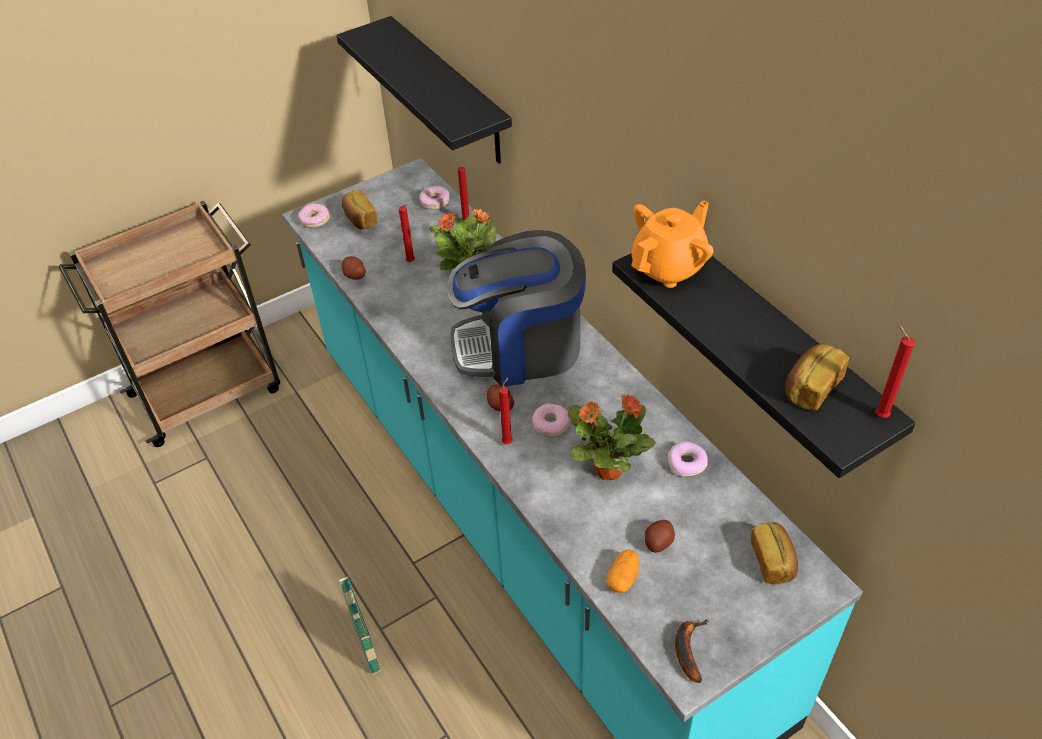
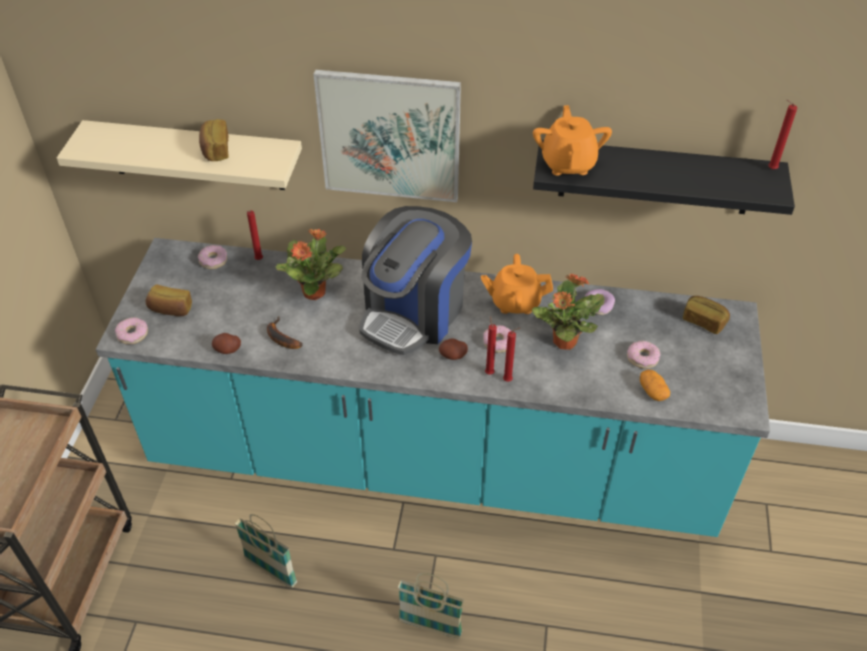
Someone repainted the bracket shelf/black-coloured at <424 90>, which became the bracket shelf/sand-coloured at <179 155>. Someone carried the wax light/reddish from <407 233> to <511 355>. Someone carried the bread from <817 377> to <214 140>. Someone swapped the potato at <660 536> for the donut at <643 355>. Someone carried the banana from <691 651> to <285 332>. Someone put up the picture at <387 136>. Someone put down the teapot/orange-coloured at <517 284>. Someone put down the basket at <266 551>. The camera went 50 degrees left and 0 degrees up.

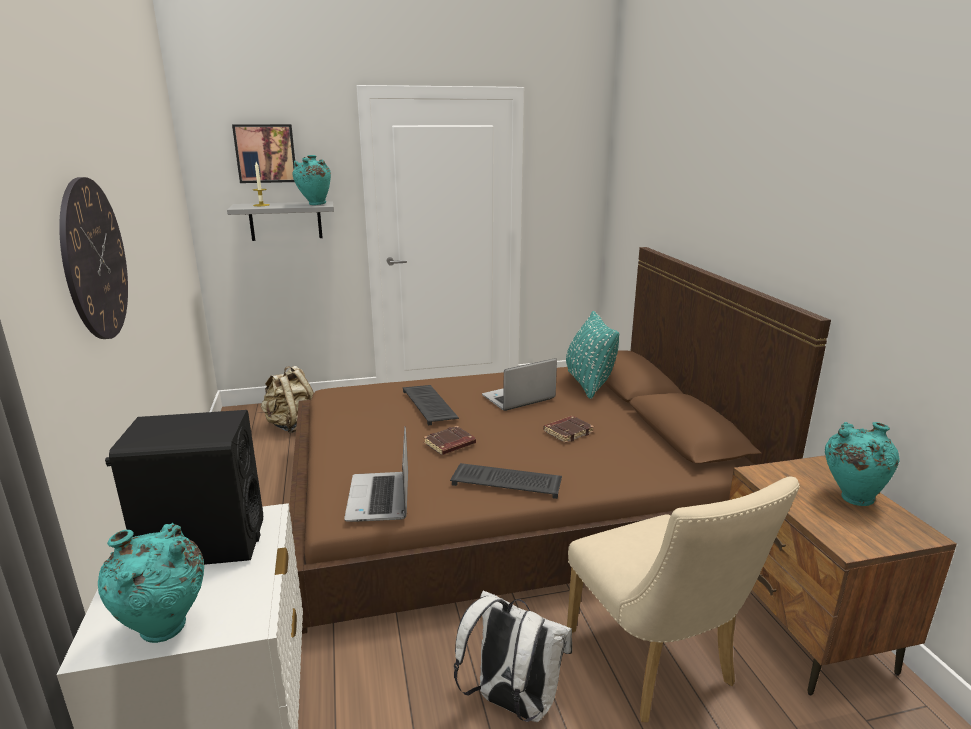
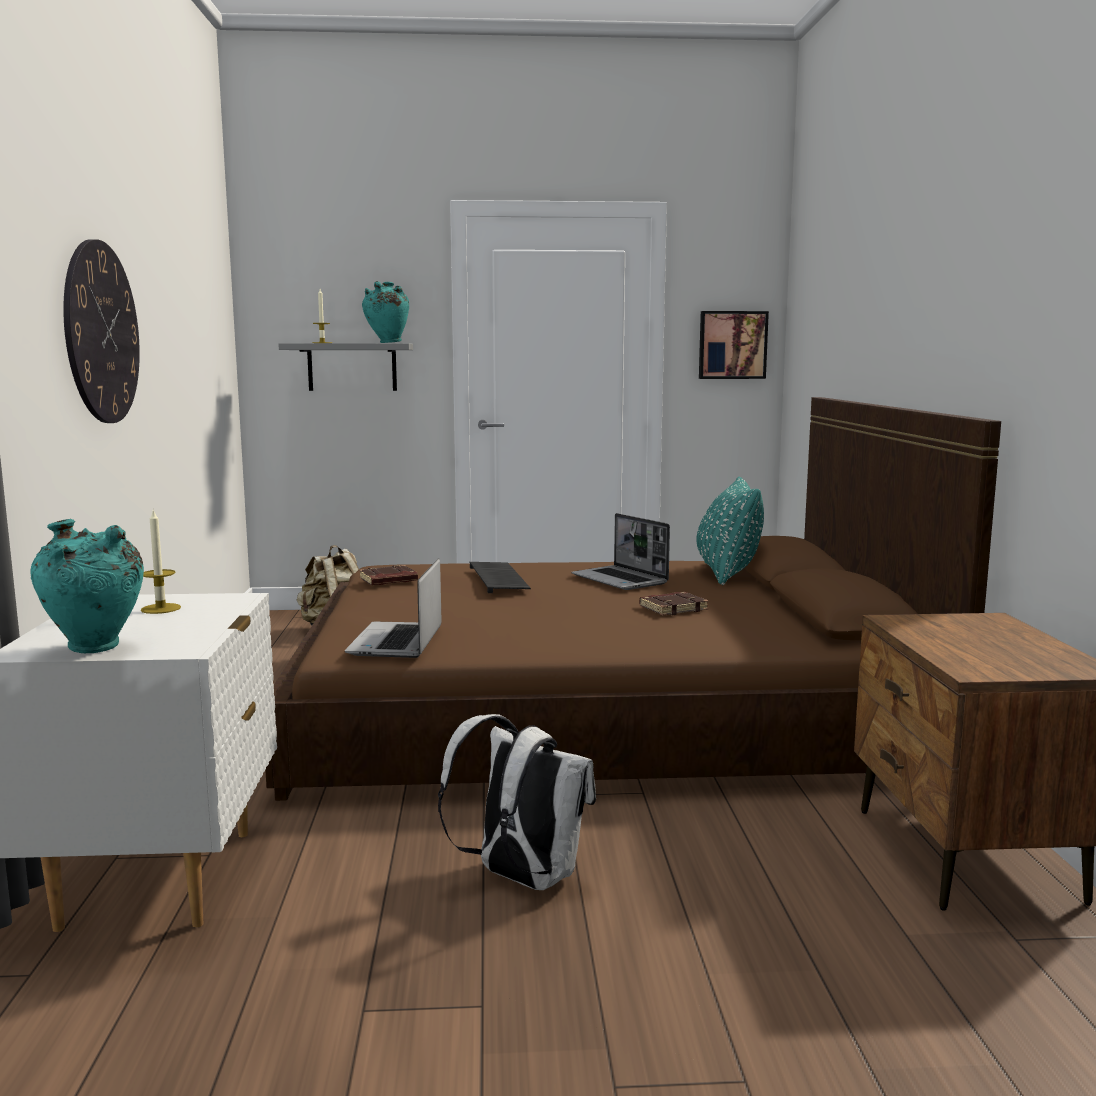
Someone carried the picture from <263 153> to <734 345>. Someone rotated the laptop at <519 384> by 105 degrees counterclockwise. Someone swapped the speaker/black-coloured at <184 487> for the wax light at <161 561>. Someone took away the flower vase/turquoise at <862 464>. Someone carried the bound book/brown from <450 440> to <388 575>. Someone took away the computer keyboard at <506 481>. Someone took away the chair/sand-coloured at <683 599>. The camera went 10 degrees right and 10 degrees down.

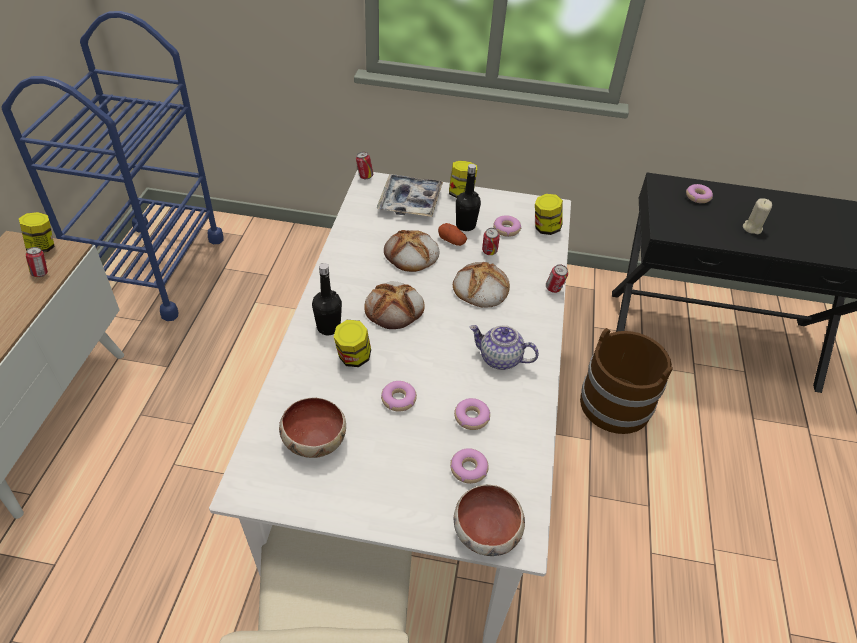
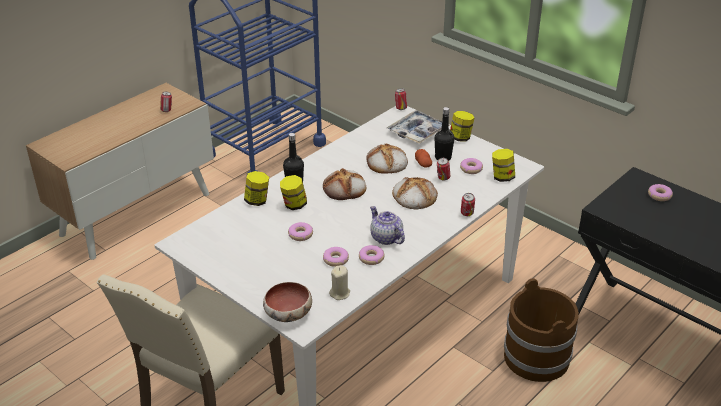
Someone carried the wax light/sand-coloured from <757 216> to <339 282>. Someone carried the storage jar from <37 232> to <256 188>. Someone took away the deep dish at <312 428>. Someone carried the donut from <469 466> to <372 255>. The camera went 35 degrees right and 10 degrees down.

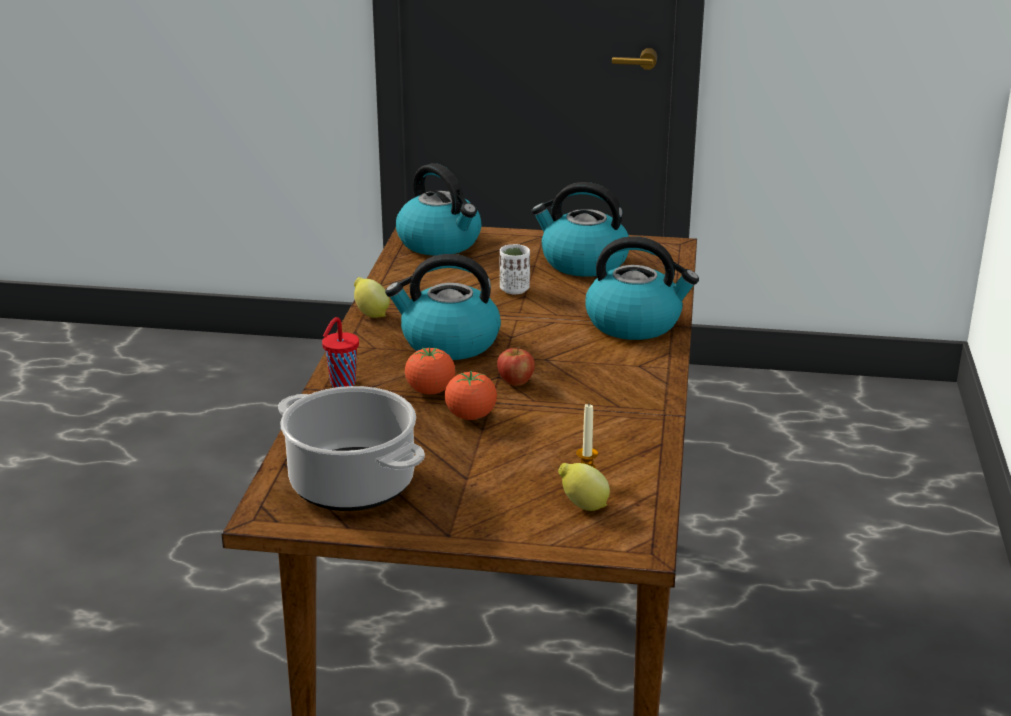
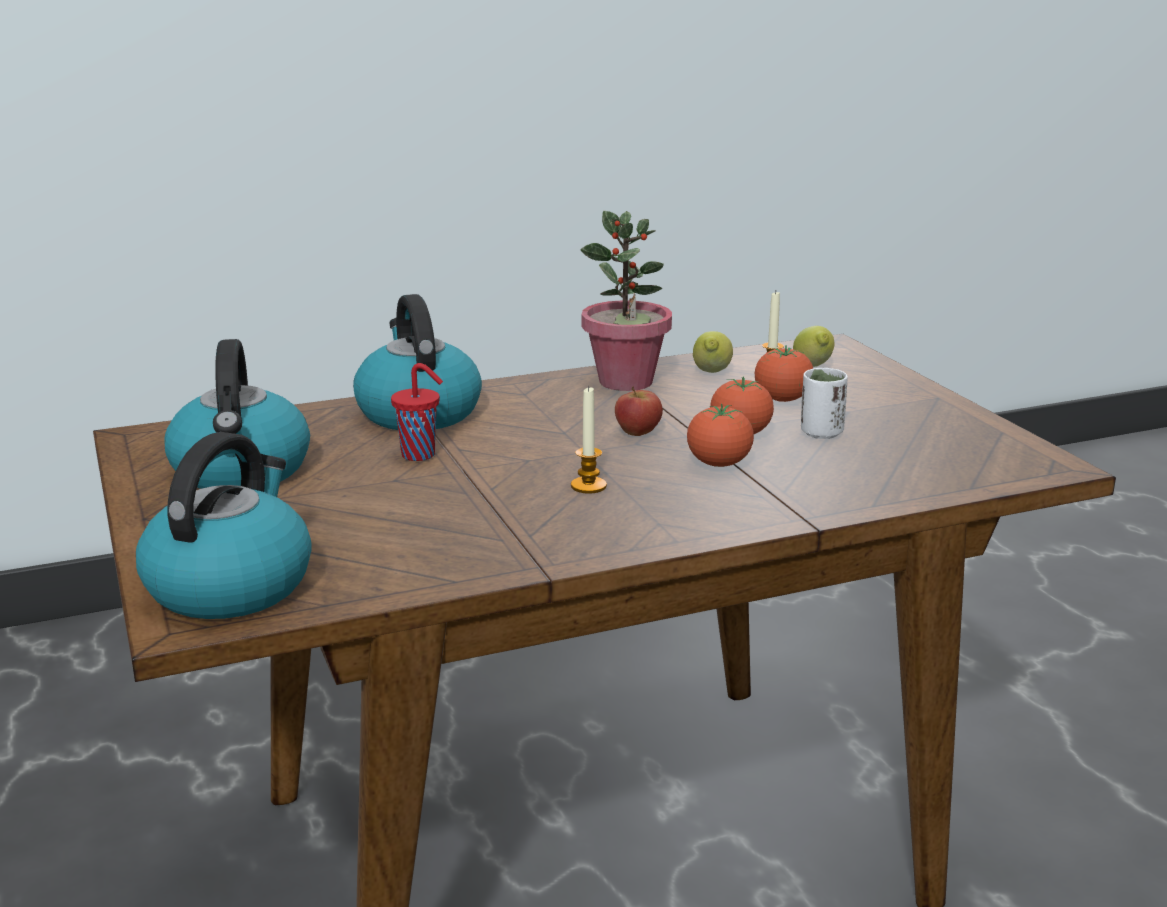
Someone carried the drinking cup/white from <515 269> to <824 403>. Someone swapped the tea kettle at <443 307> for the wax light at <589 440>. Someone carried the citrus fruit from <372 297> to <713 352>. Someone carried the drinking cup/reddish from <340 352> to <417 412>. Someone took away the cooking pot at <351 448>. Someone put down the houseplant at <626 301>. Someone put down the tomato at <784 373>. The camera went 120 degrees left and 5 degrees down.

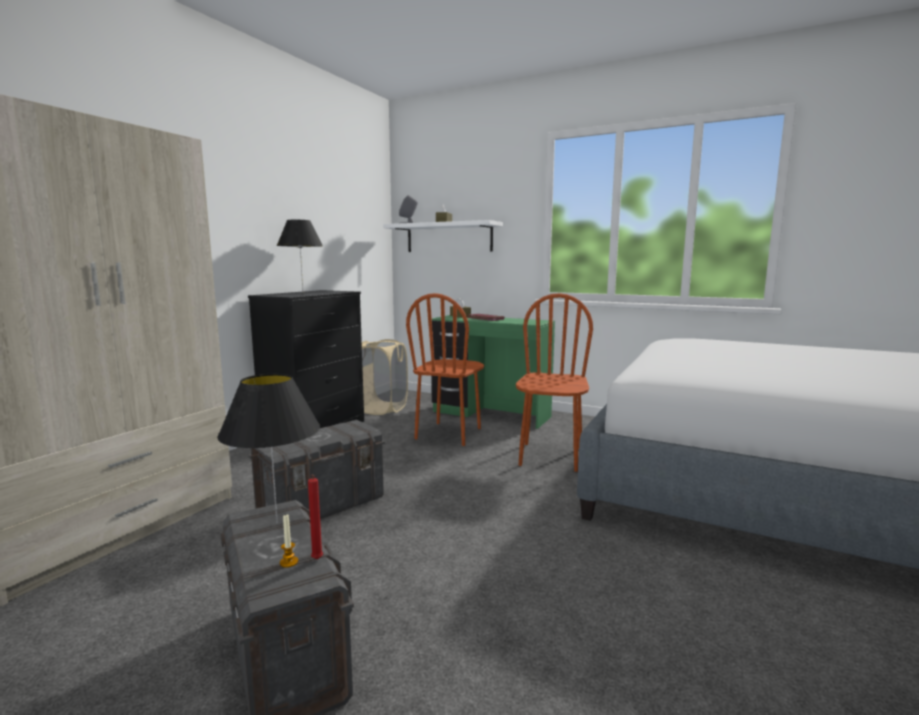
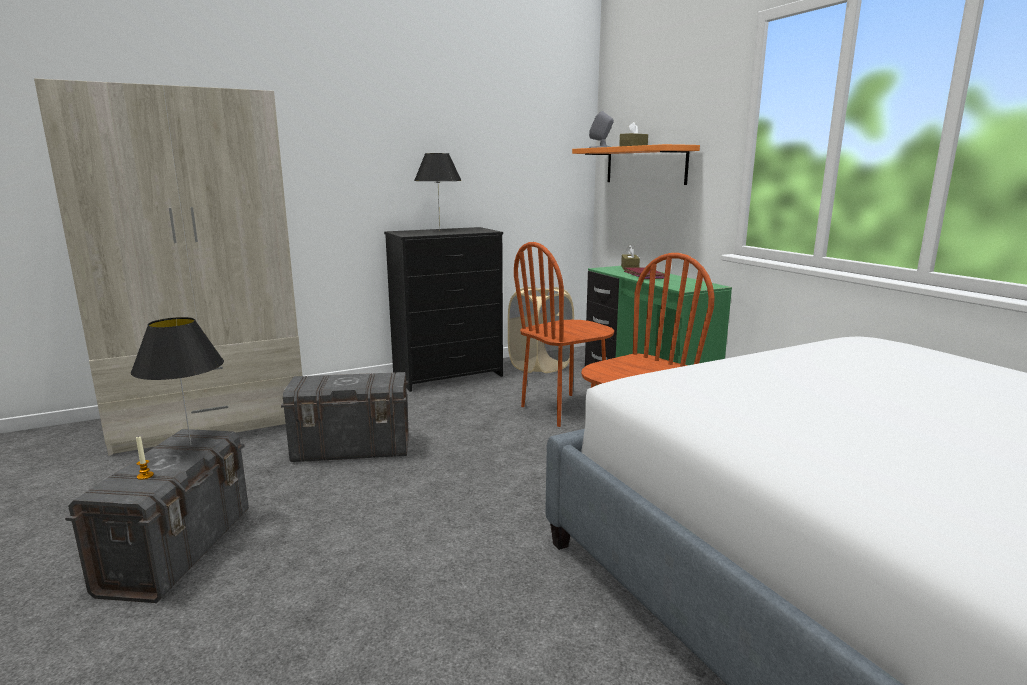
Someone repainted the bracket shelf/white at <443 236>, which became the bracket shelf/orange-coloured at <636 164>. Someone took away the wax light/reddish at <315 517>. The camera went 35 degrees right and 5 degrees up.

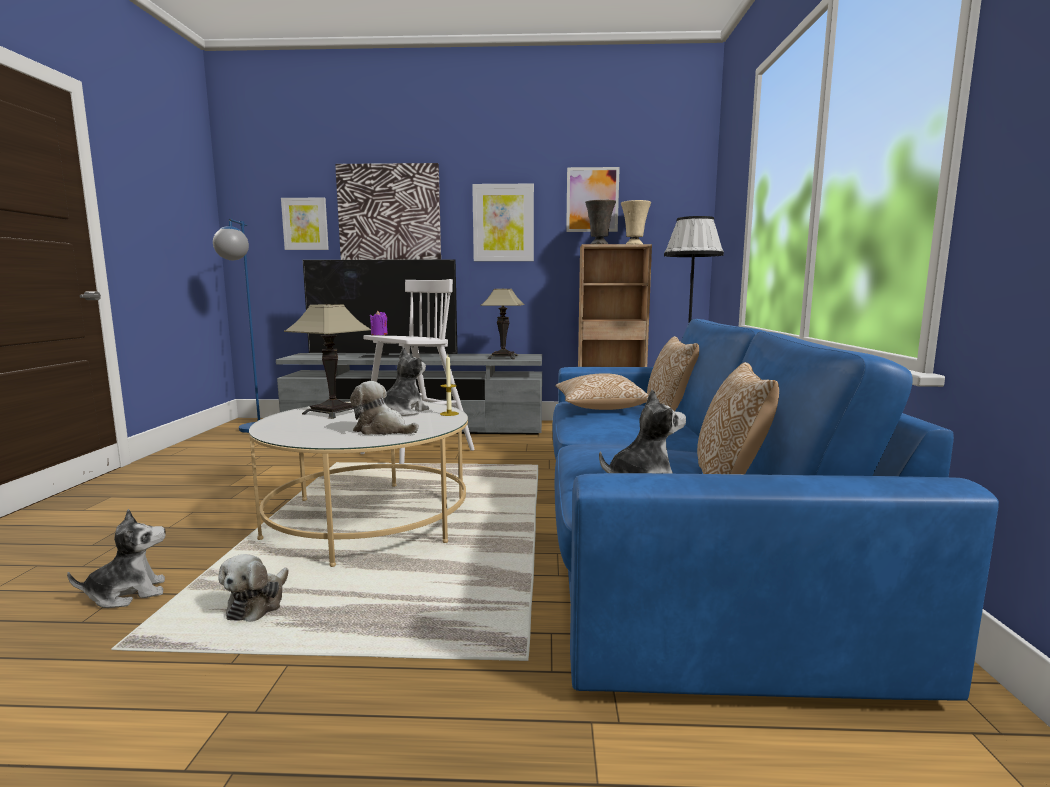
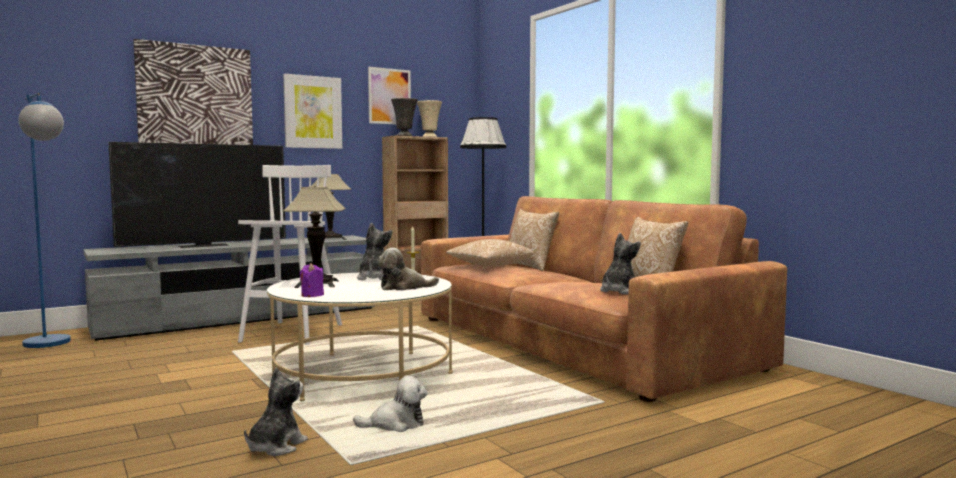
Someone took away the picture at <305 224>. Someone carried the wax light/purple-coloured from <379 323> to <312 280>. Someone repainted the couch/blue at <776 510>, which became the couch/brown at <604 299>. Someone rotated the cuddly toy at <253 588> by 75 degrees counterclockwise. The camera went 35 degrees left and 5 degrees down.

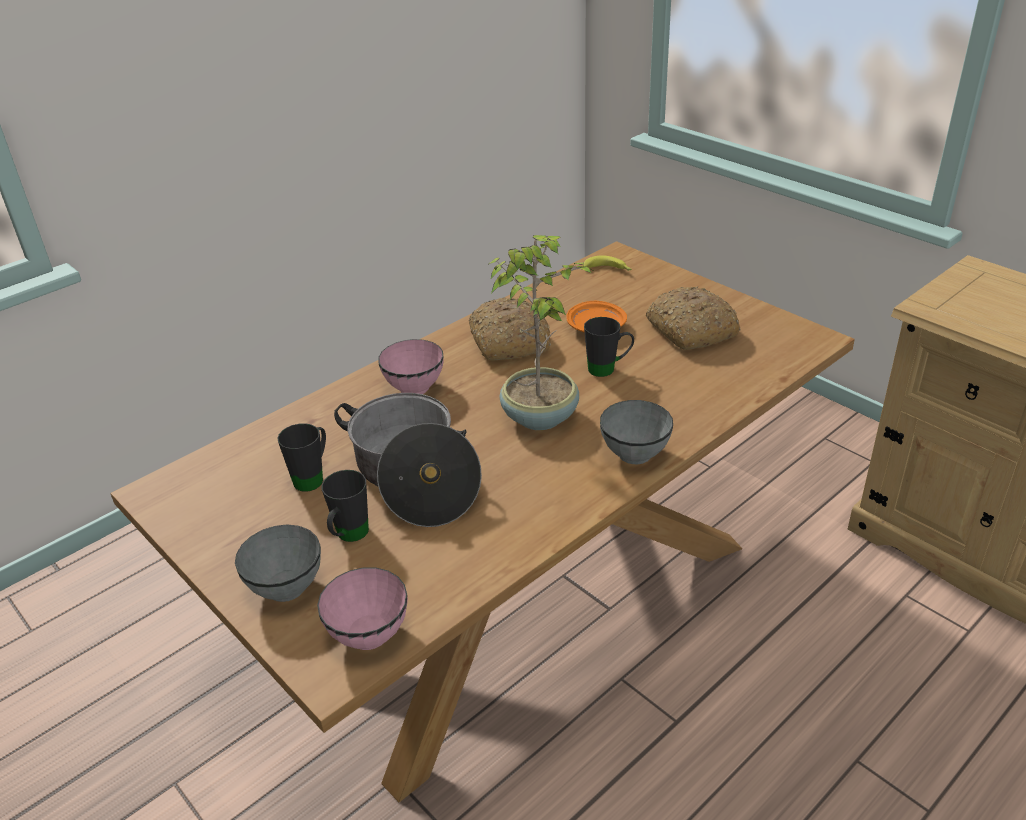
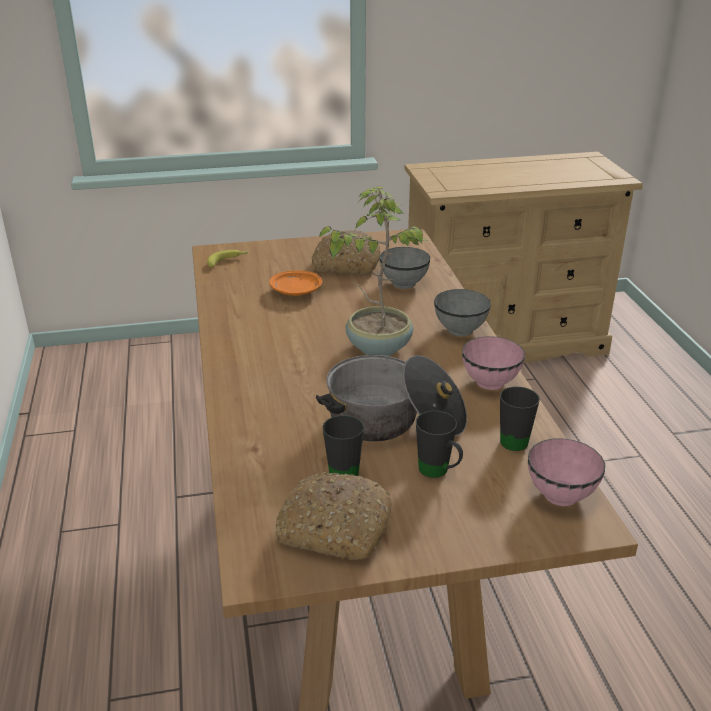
Someone carried the bread from <510 329> to <333 516>. Someone carried the coffee mug/black-coloured from <609 347> to <520 419>. Someone carried the deep dish/pink from <411 366> to <493 363>. Someone carried the deep dish/grey from <278 563> to <404 268>. The camera went 60 degrees left and 5 degrees down.

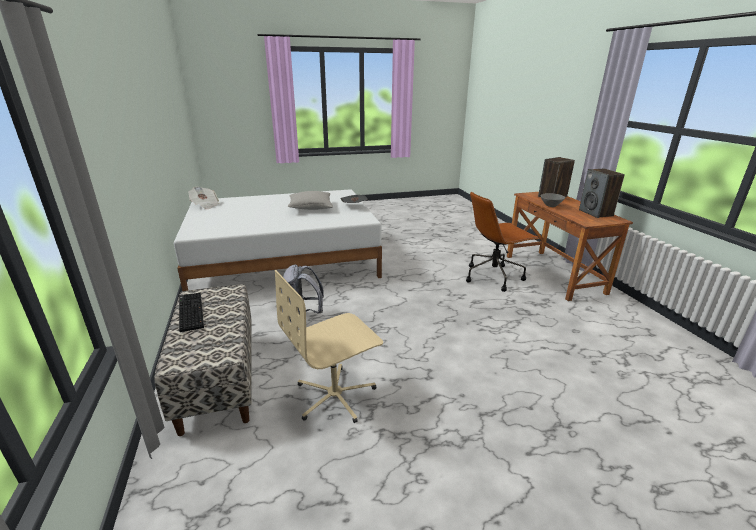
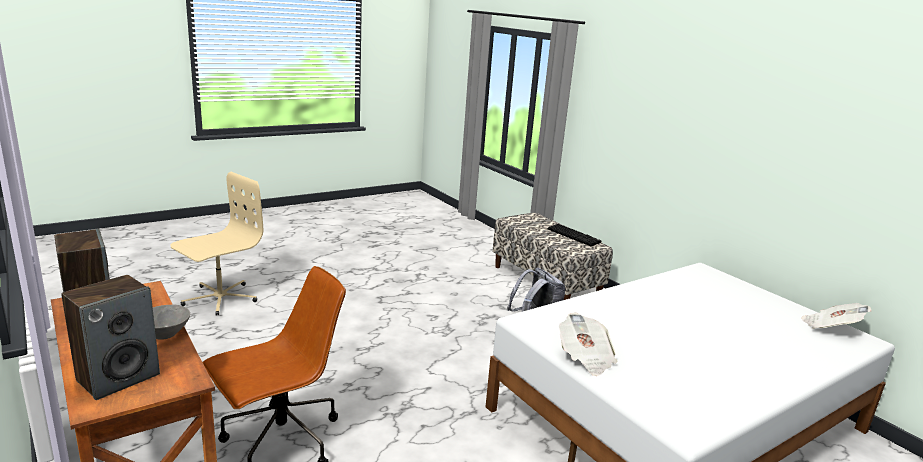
Someone took away the cushion/grey at <310 200>. Someone carried the computer chair/sand-coloured from <329 346> to <216 244>. The camera went 160 degrees right and 5 degrees down.

